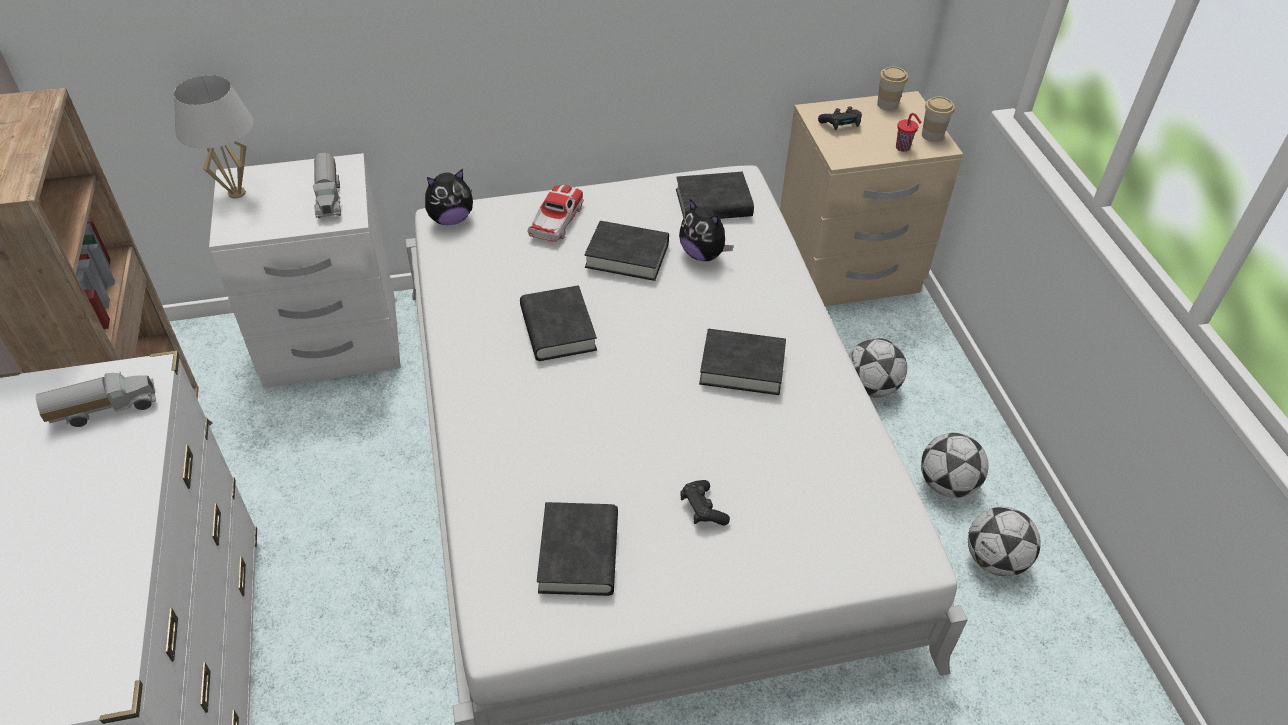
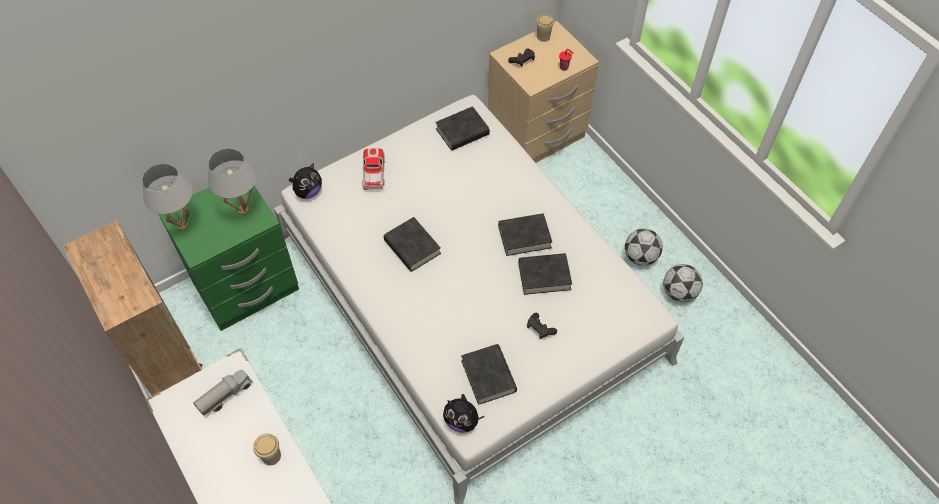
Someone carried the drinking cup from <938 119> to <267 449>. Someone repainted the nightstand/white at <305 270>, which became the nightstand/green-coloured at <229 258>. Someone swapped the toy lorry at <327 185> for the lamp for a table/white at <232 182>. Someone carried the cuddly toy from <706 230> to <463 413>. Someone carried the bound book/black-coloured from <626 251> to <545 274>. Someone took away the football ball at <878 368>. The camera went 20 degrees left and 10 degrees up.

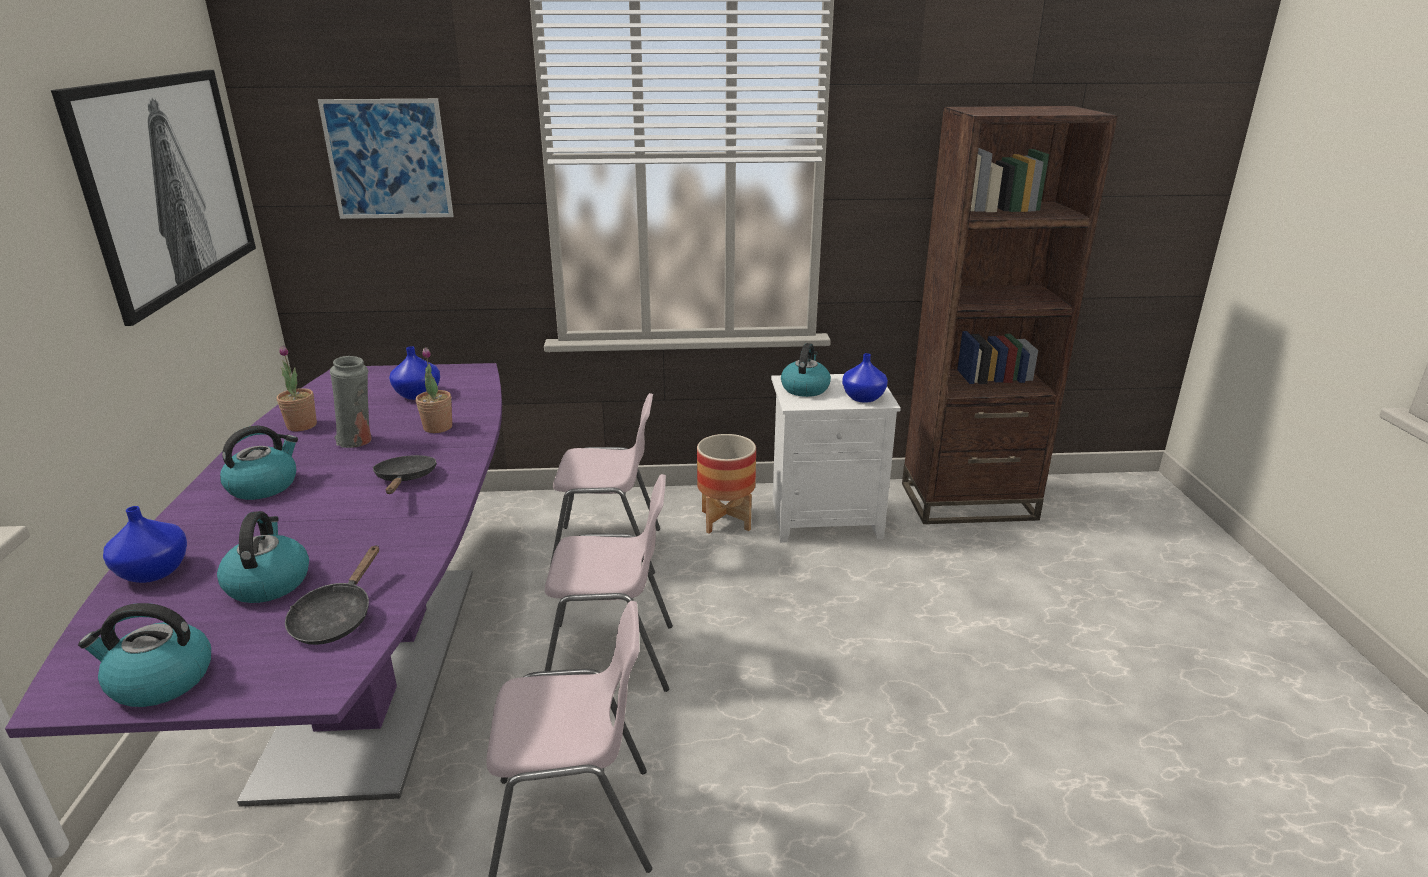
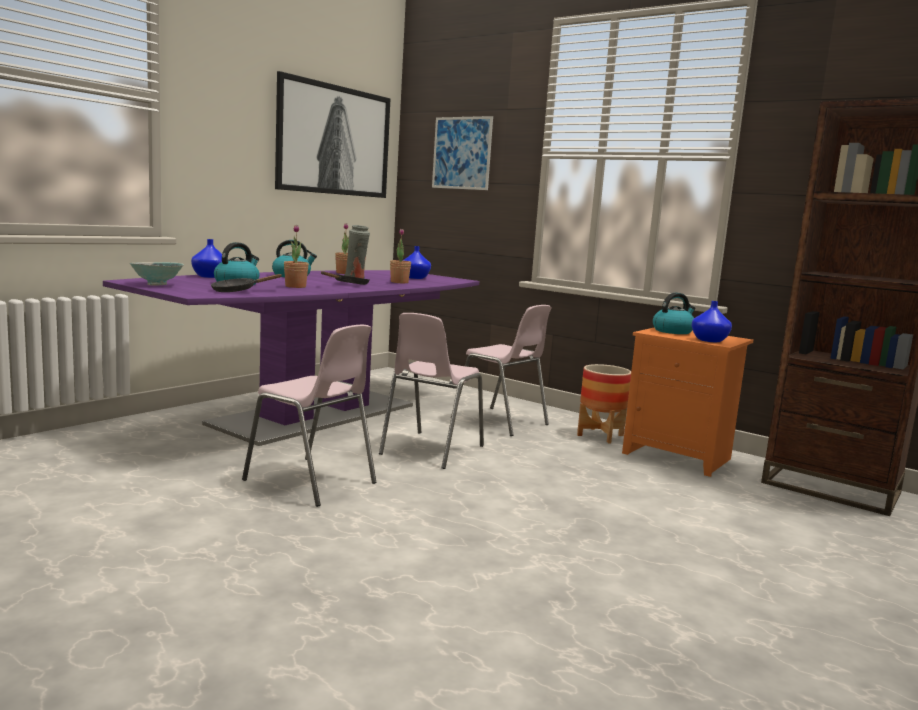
Someone repainted the nightstand/white at <836 458>, which became the nightstand/orange-coloured at <687 402>. Someone rotated the chair/pink at <609 583> by 75 degrees clockwise. Someone swapped the tea kettle at <144 655> for the deep dish at <157 273>. Someone put down the houseplant at <296 256>. The camera went 40 degrees right and 15 degrees down.

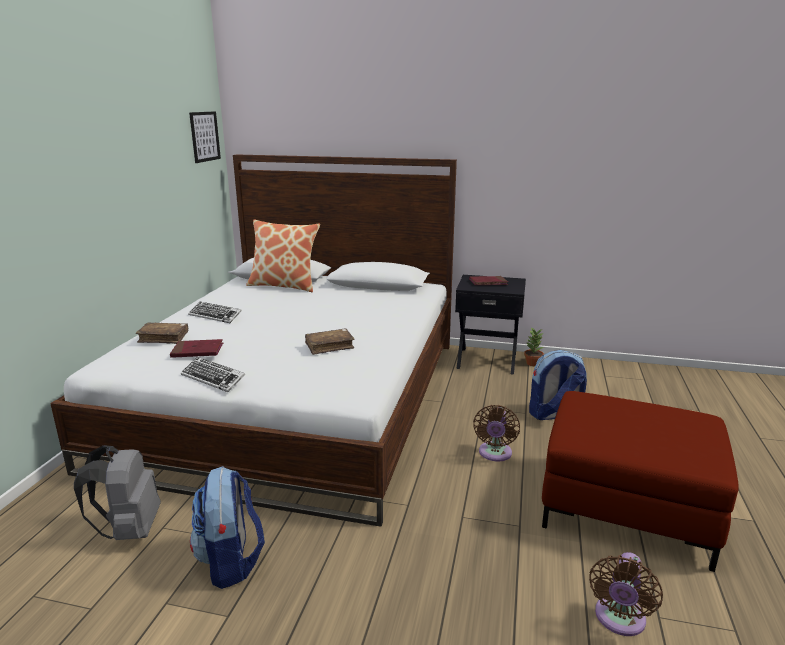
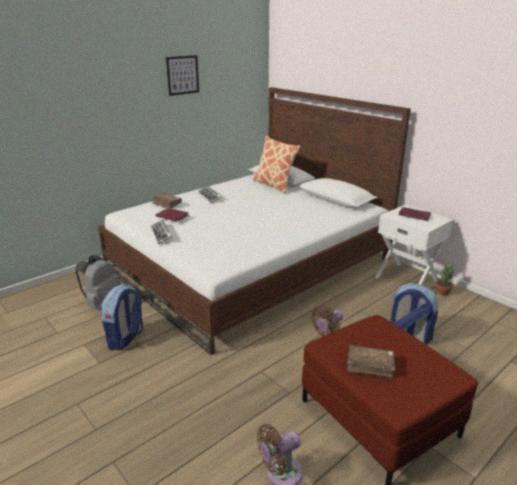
Someone carried the picture from <205 137> to <182 75>. Someone repainted the nightstand/black-coloured at <490 325>, which became the nightstand/white at <414 244>. Someone carried the bound book/brown from <330 342> to <371 361>. The camera went 35 degrees right and 5 degrees up.

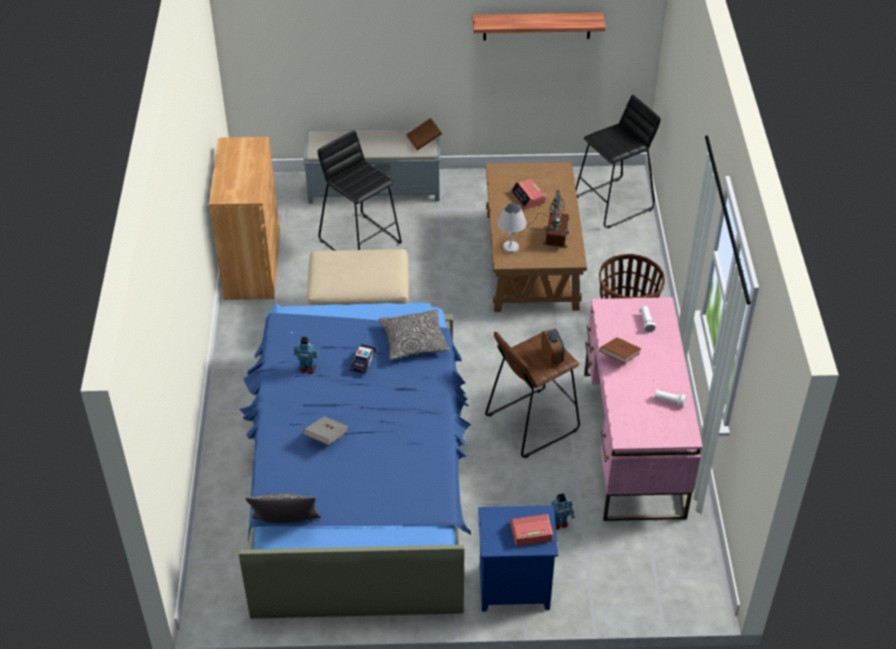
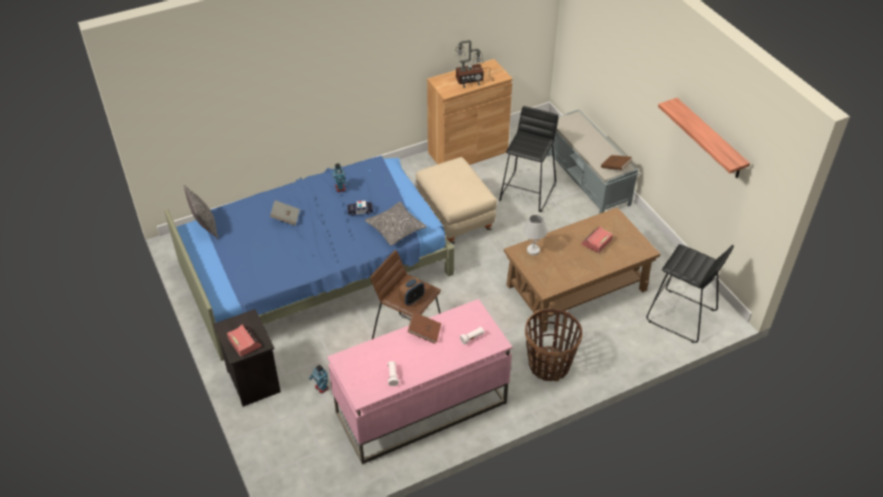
Someone carried the lamp for a table from <548 218> to <475 64>. Someone repainted the nightstand/blue at <518 558>, which became the nightstand/black-coloured at <247 358>. The camera went 65 degrees right and 0 degrees up.

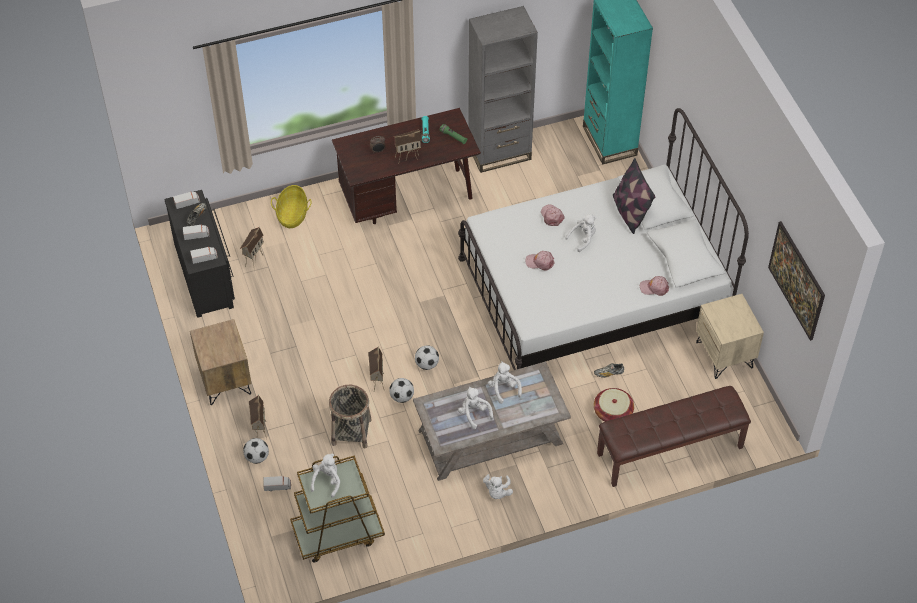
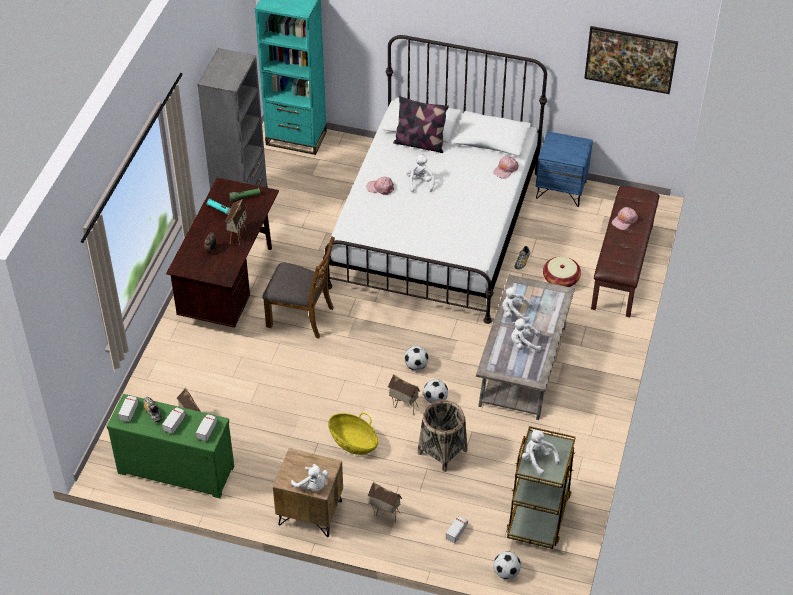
Someone carried the basket from <291 206> to <353 434>. Someone repainted the chest of drawers/black-coloured at <199 254>, which became the chest of drawers/green-coloured at <170 446>. Someone carried the baseball cap/pink from <540 260> to <625 218>. Someone repainted the nightstand/sand-coloured at <730 336>, which became the nightstand/blue at <564 169>. Someone carried the football ball from <256 451> to <507 565>. Someone carried the cuddly toy/white from <498 486> to <309 477>. Someone put down the chair/brown at <298 287>. The camera went 55 degrees left and 5 degrees down.

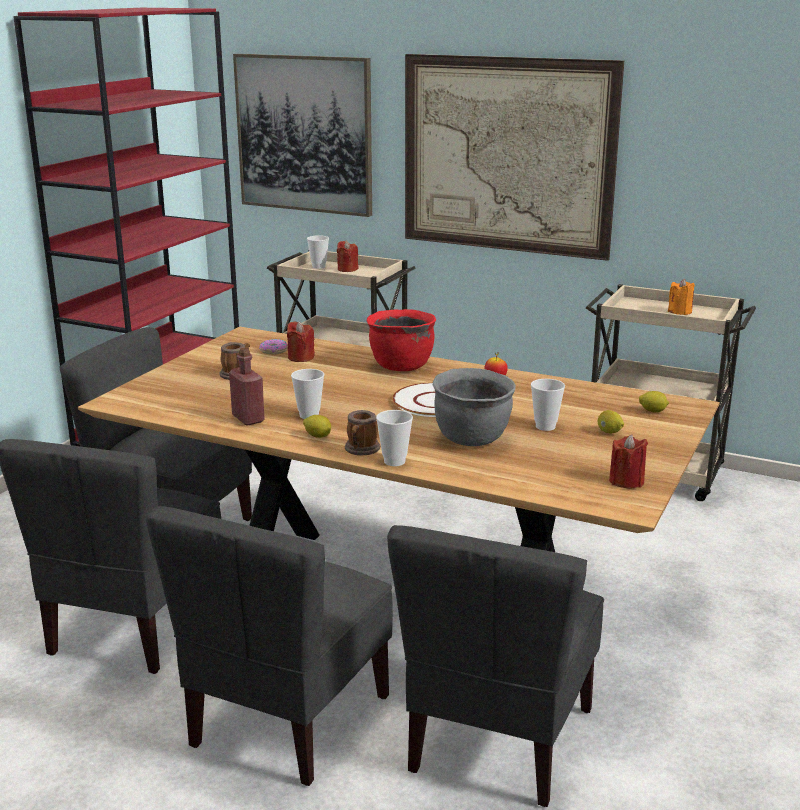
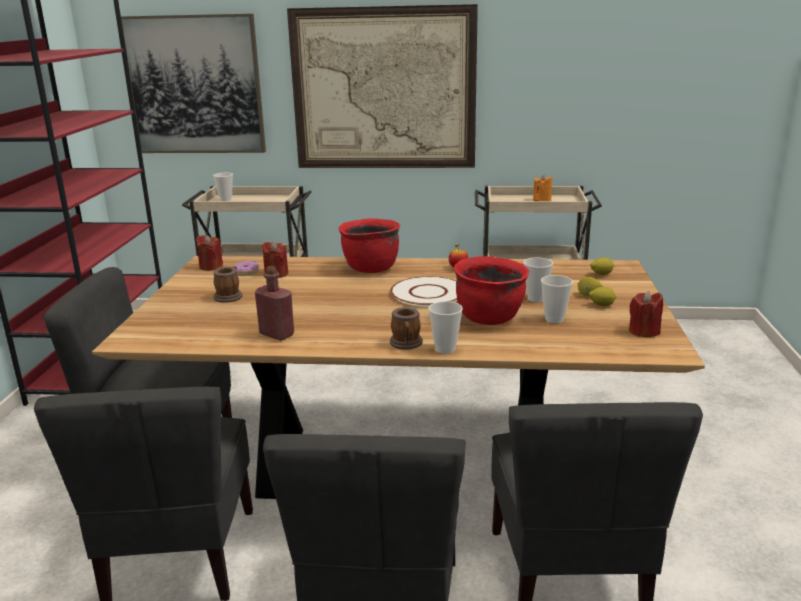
Someone carried the wax light/reddish from <347 256> to <209 253>. Someone repainted the cooking pot/grey at <474 407>, which became the cooking pot/reddish at <491 290>. Someone carried the drinking cup from <307 394> to <557 299>. Someone carried the citrus fruit from <317 426> to <603 296>. The camera went 20 degrees left and 0 degrees up.

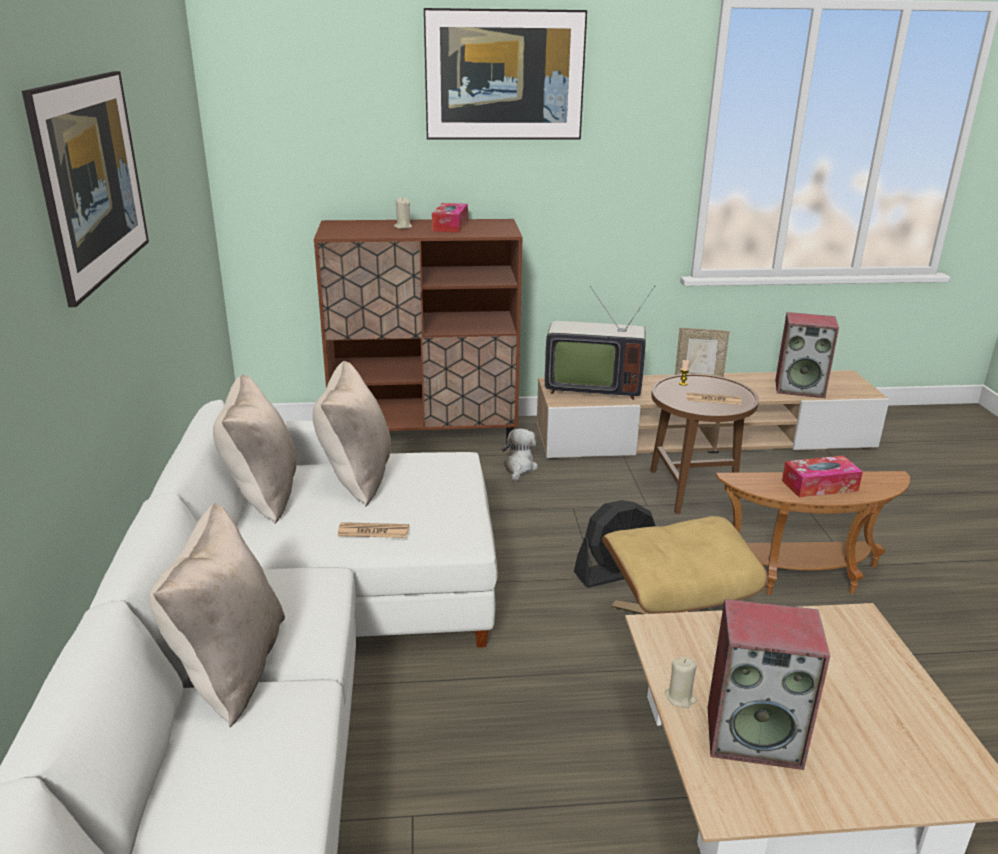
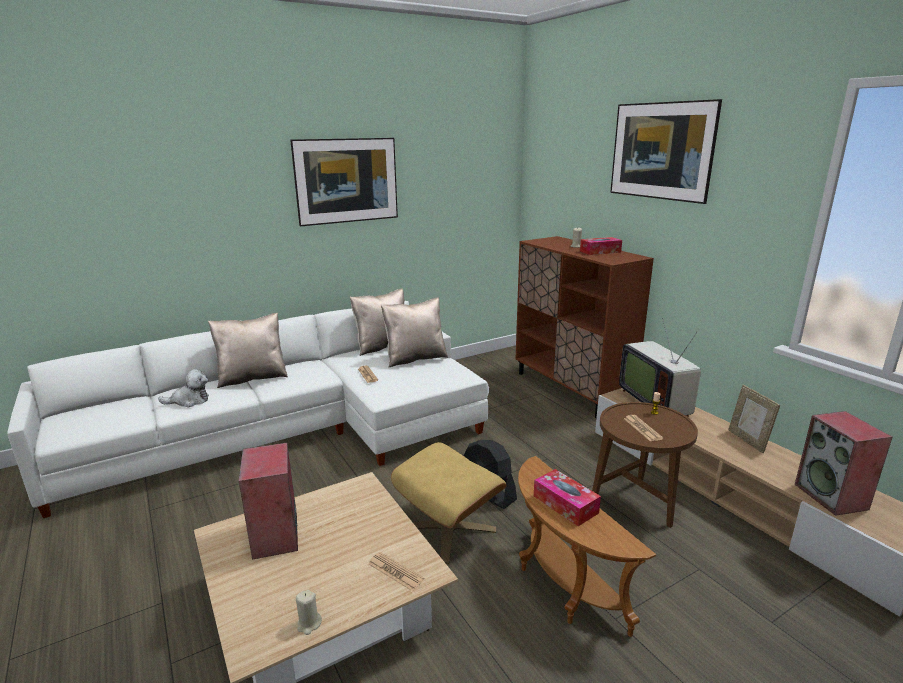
Someone carried the cuddly toy from <519 455> to <183 388>. Someone carried the wax light/sand-coloured from <681 682> to <309 612>. Someone put down the newspaper at <396 571>. The camera went 65 degrees right and 5 degrees down.

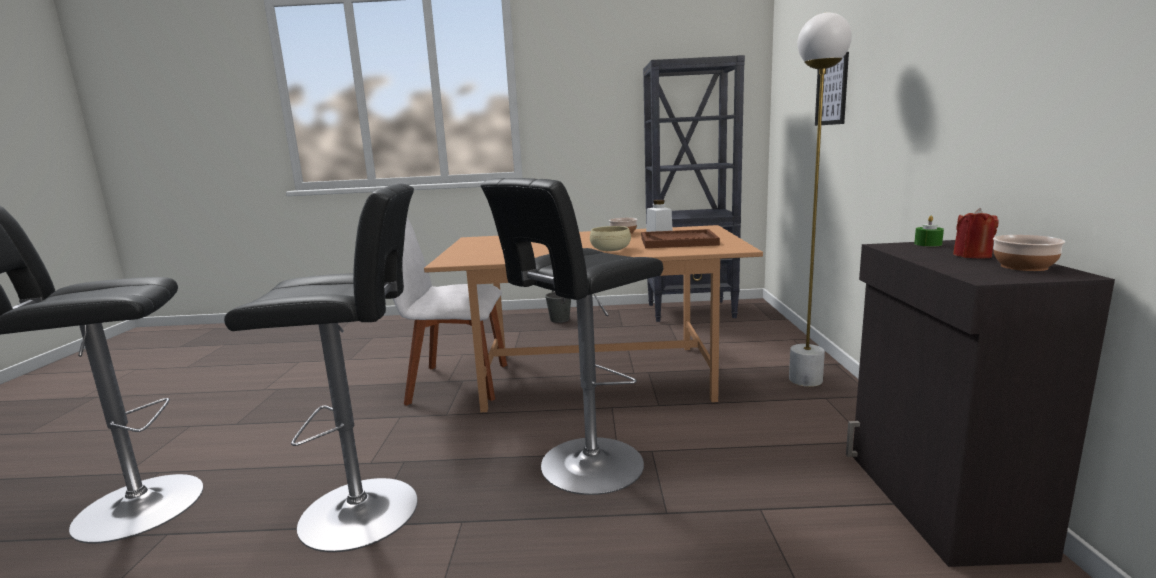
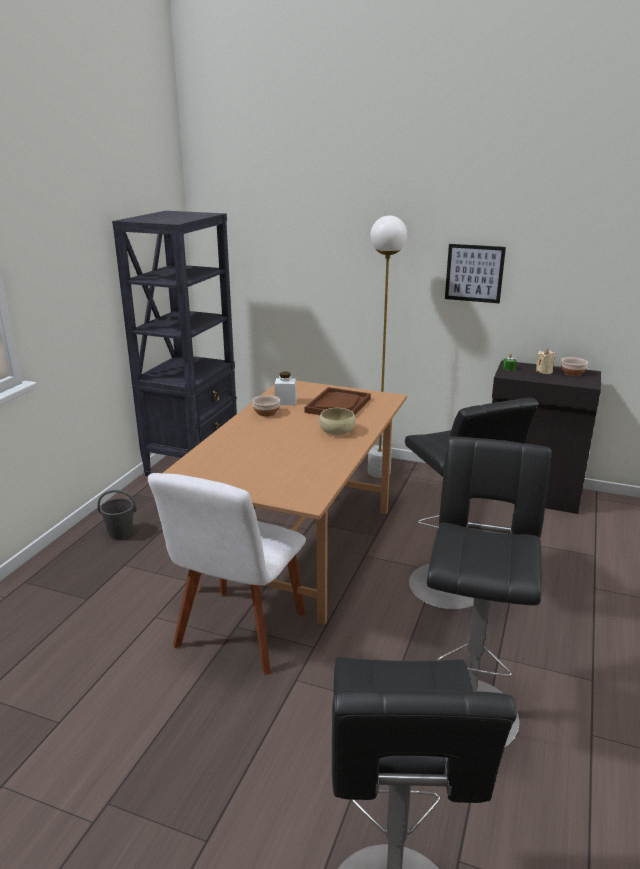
Someone carried the picture from <832 89> to <475 273>. Someone repainted the wax light/reddish at <976 233>, which became the wax light/sand-coloured at <545 361>. The camera went 70 degrees left and 10 degrees up.

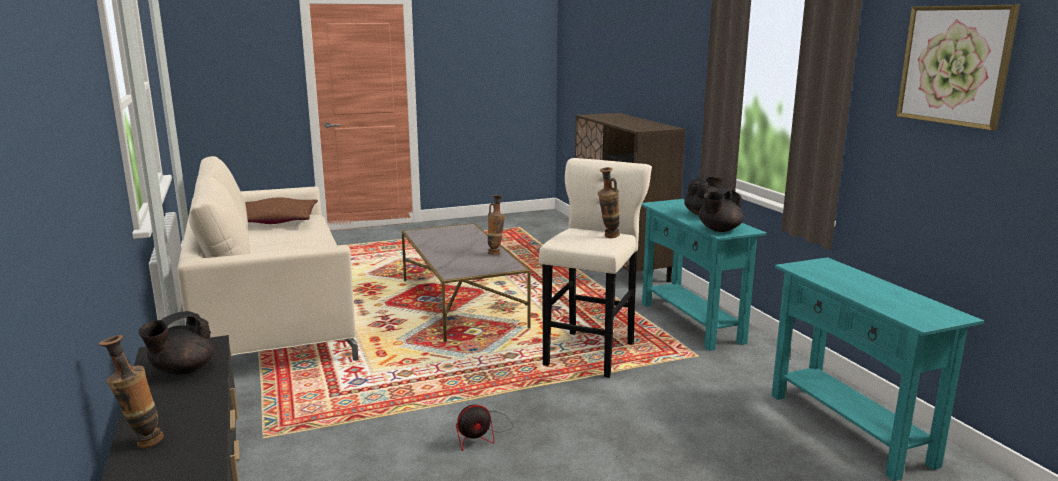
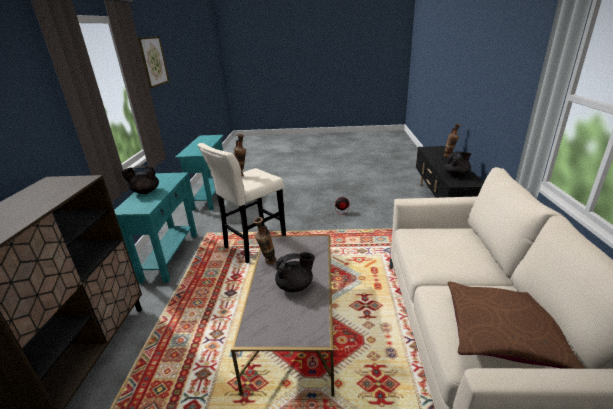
Someone carried the teapot/black-coloured from <721 210> to <295 272>. The camera went 155 degrees left and 10 degrees up.

